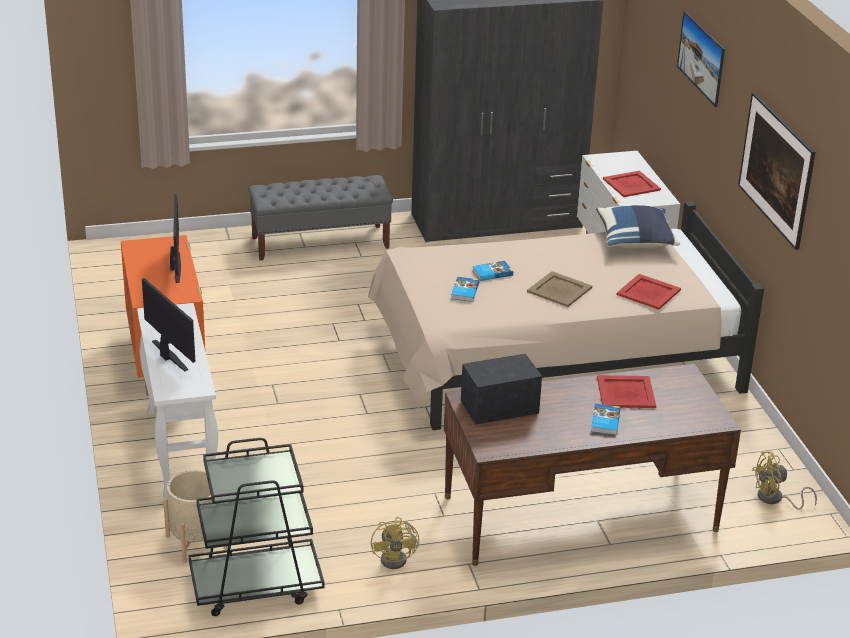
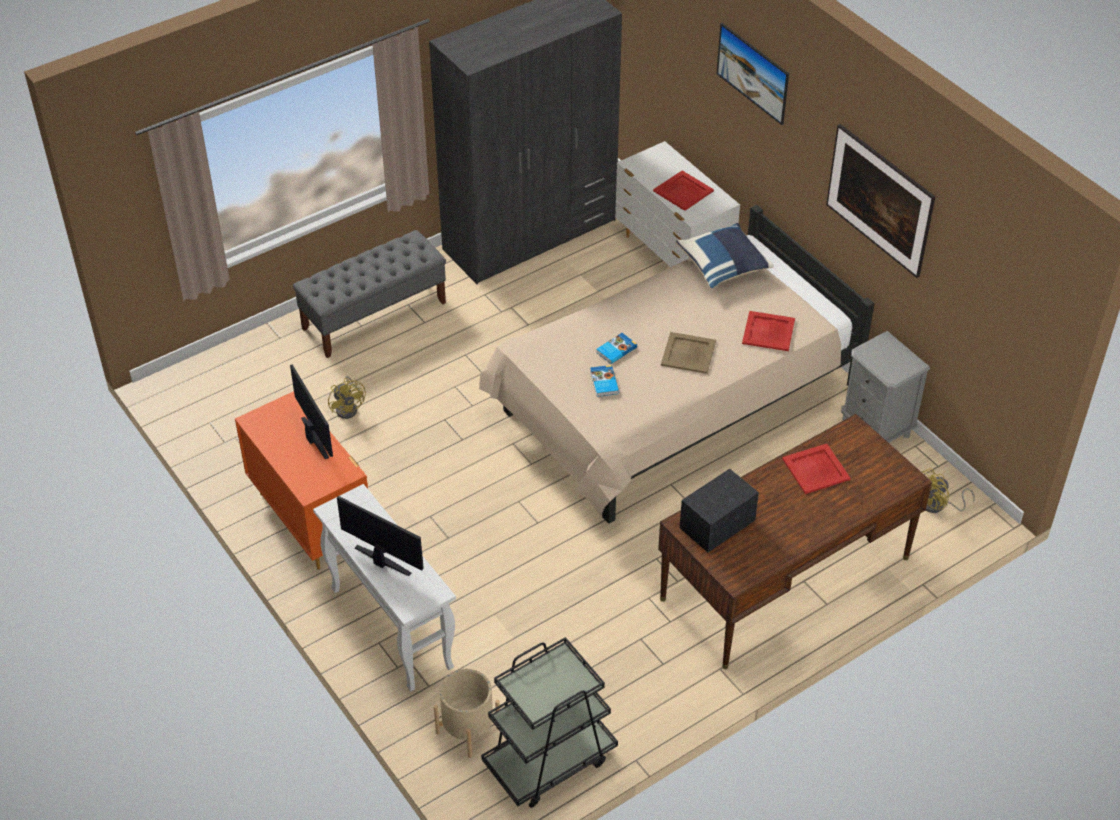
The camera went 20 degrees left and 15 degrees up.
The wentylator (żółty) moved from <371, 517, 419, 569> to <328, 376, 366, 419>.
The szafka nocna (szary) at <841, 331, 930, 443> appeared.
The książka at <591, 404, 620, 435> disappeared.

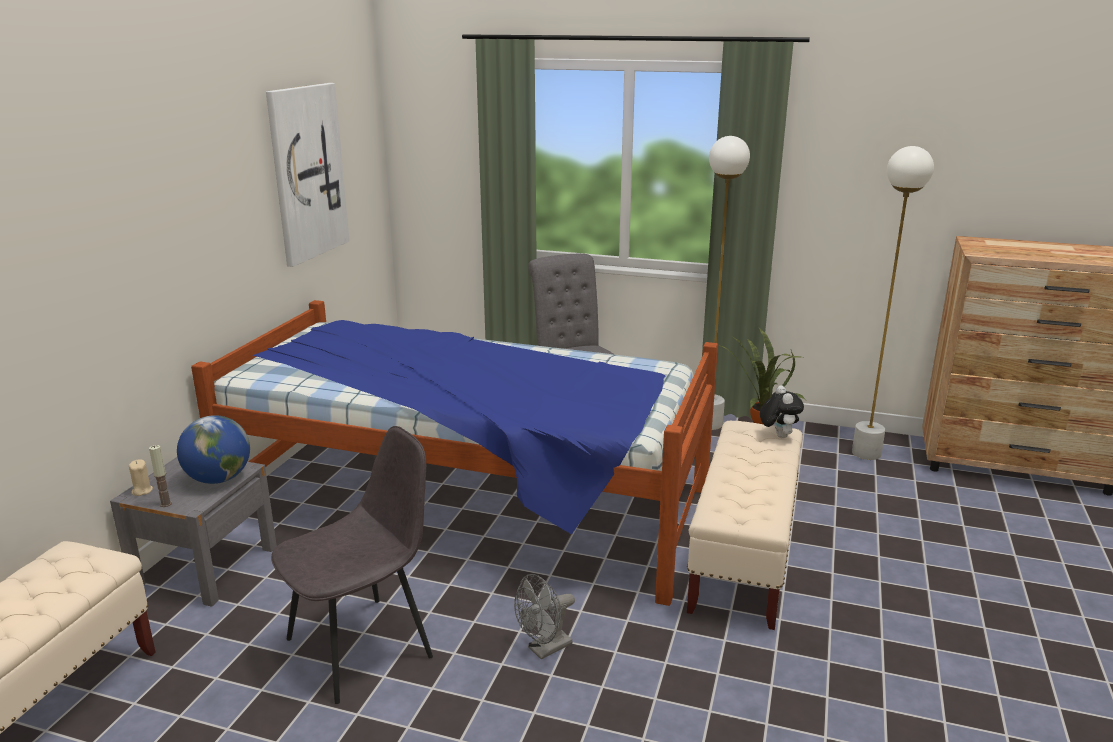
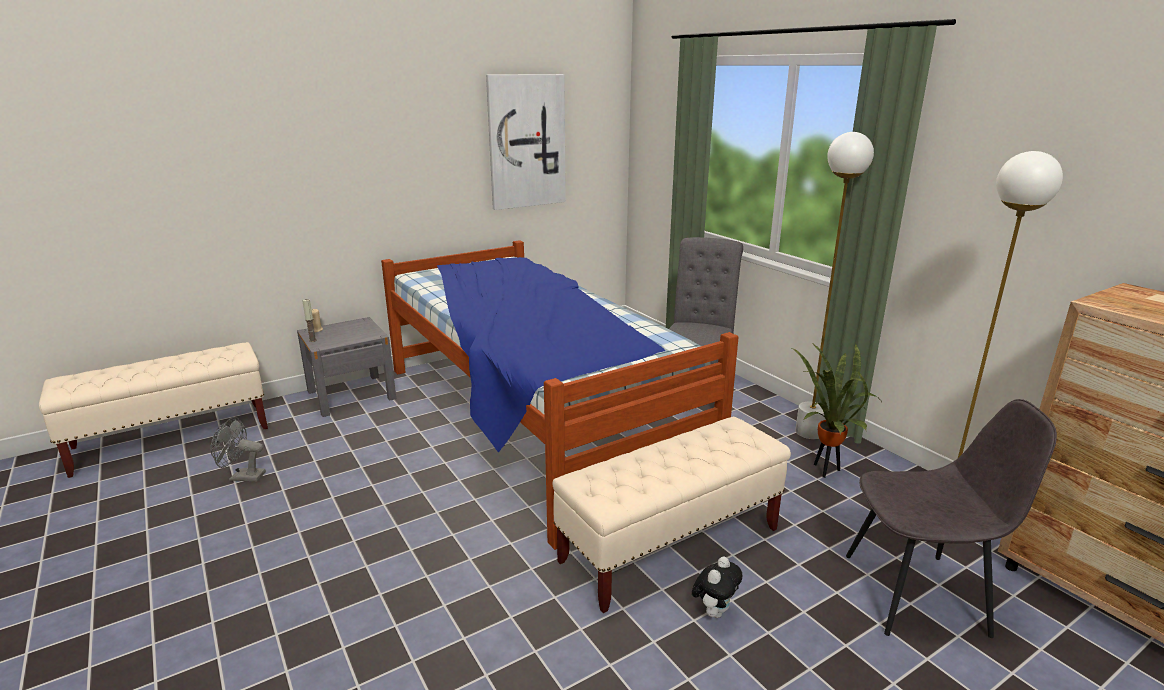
The camera went 40 degrees right and 0 degrees up.
The wentylator (szary) moved from <514, 574, 575, 660> to <210, 417, 266, 482>.
The pluszak moved from <760, 385, 804, 438> to <692, 556, 742, 618>.
The krzesło (szary) moved from <271, 426, 433, 704> to <846, 399, 1057, 638>.
The globus at <177, 415, 250, 484> disappeared.

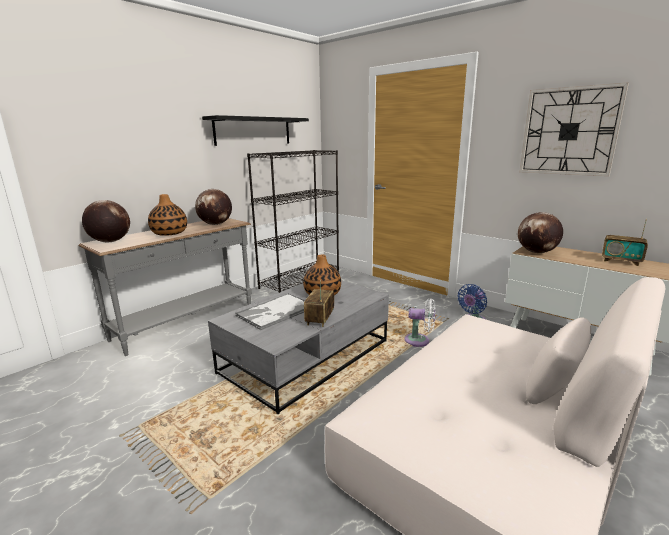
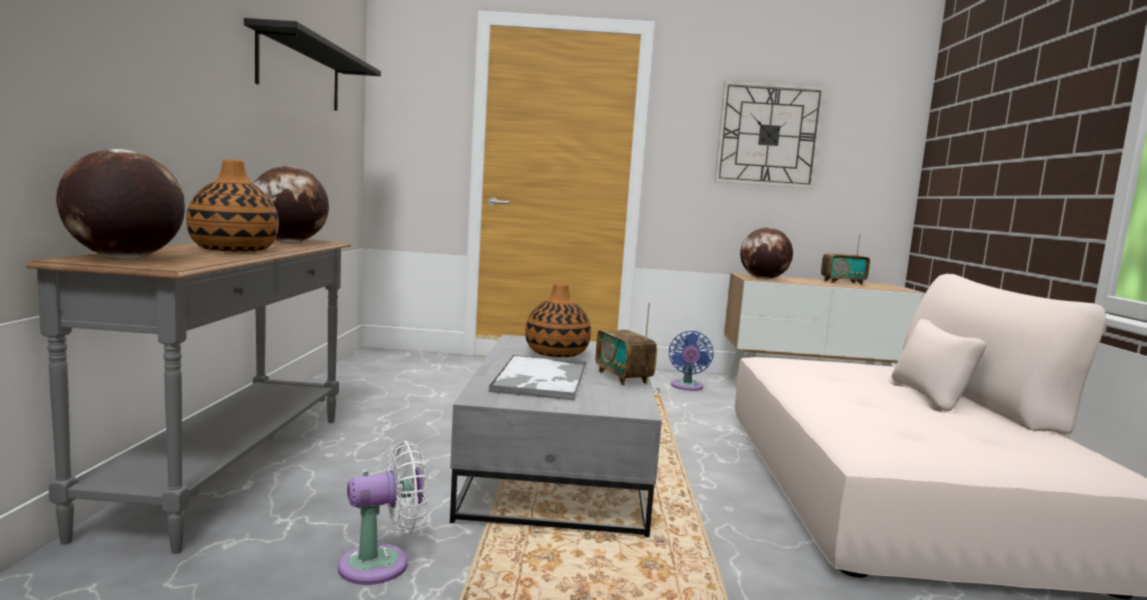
The camera went 40 degrees left and 10 degrees down.
The wentylator (biały) moved from <404, 299, 436, 347> to <338, 441, 427, 585>.
The regał (czarny) at <247, 150, 339, 293> disappeared.

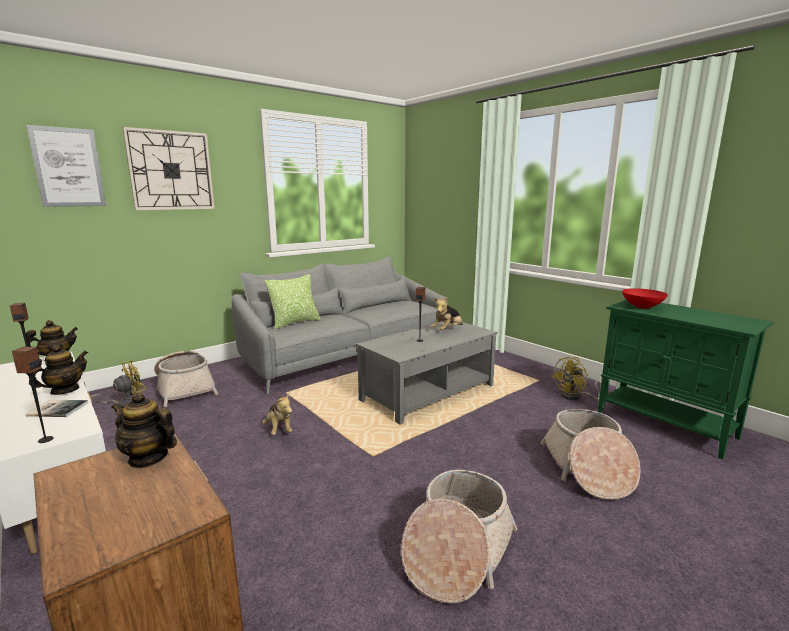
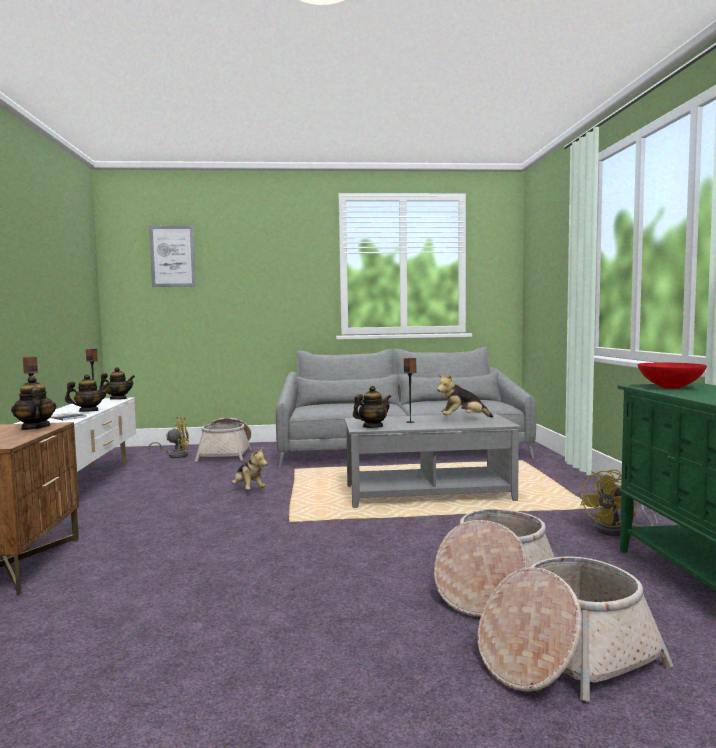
The camera went 35 degrees right and 10 degrees down.
The pluszak at <262, 393, 292, 435> turned 45 degrees counterclockwise.
The imbryk at <353, 386, 391, 428> appeared.
The koszyk moved from <401, 470, 517, 604> to <478, 557, 673, 701>.
The wentylator (żółty) at <551, 357, 601, 400> turned 45 degrees counterclockwise.
The zegar ścienny at <122, 127, 215, 210> disappeared.
The poduszka at <265, 274, 321, 329> disappeared.

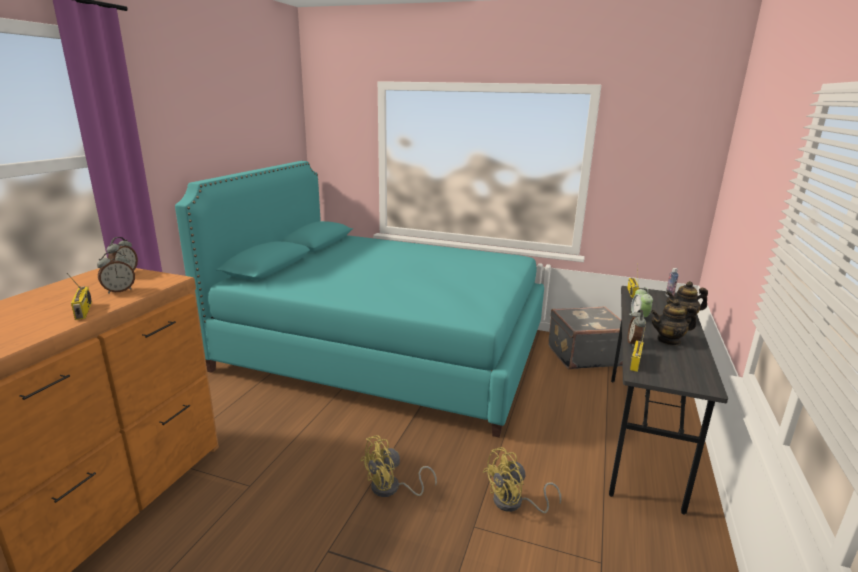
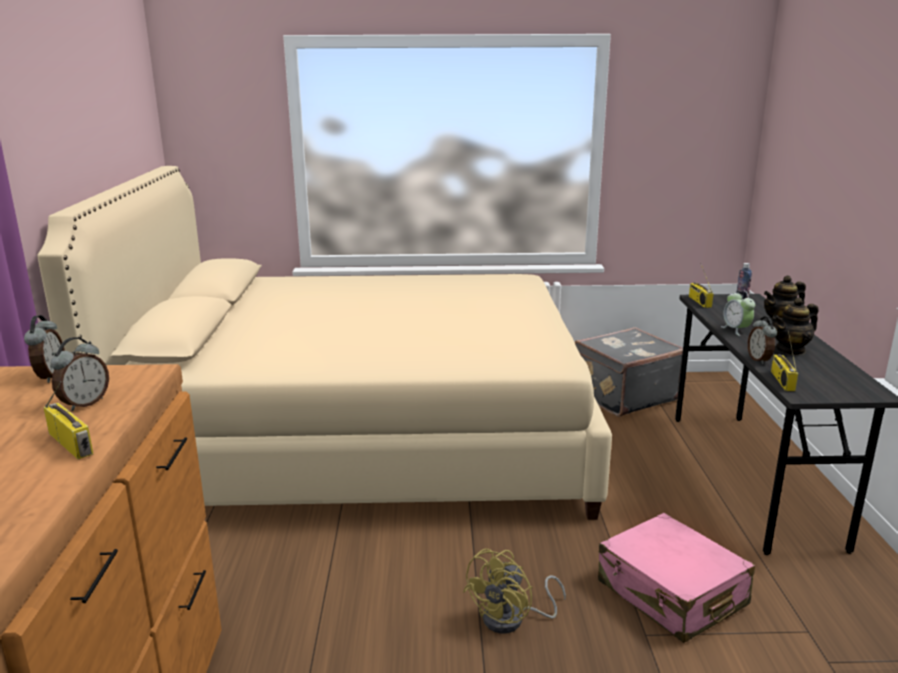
The camera went 20 degrees left and 0 degrees up.
The łóżko (turkusowy) at <175, 161, 544, 438> became the łóżko (beżowy) at <37, 166, 612, 520>.
The wentylator (żółty) at <483, 447, 561, 513> was replaced by the walizka (różowy) at <598, 513, 755, 643>.

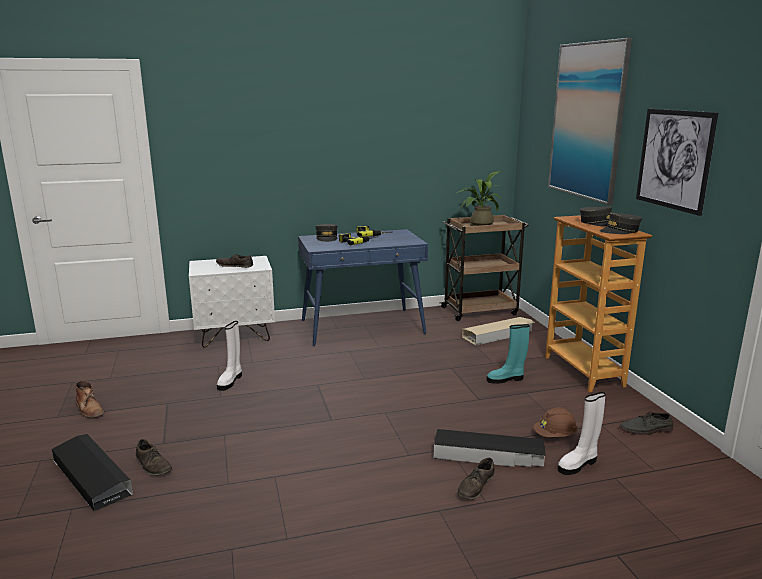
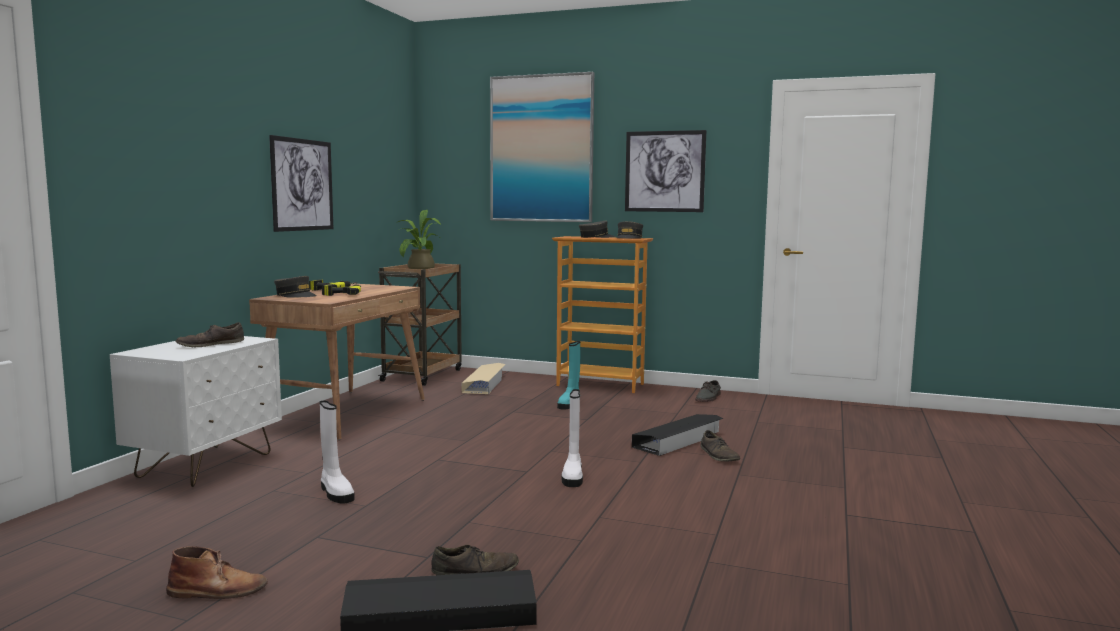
The camera went 55 degrees left and 10 degrees down.
The biurko (niebieski) at <298, 229, 428, 346> became the biurko (brązowy) at <249, 284, 425, 440>.
The obraz at <269, 135, 334, 232> appeared.
The but z cholewką (biały) moved from <558, 392, 606, 475> to <562, 389, 583, 487>.
The kask (brązowy) at <534, 407, 578, 437> disappeared.

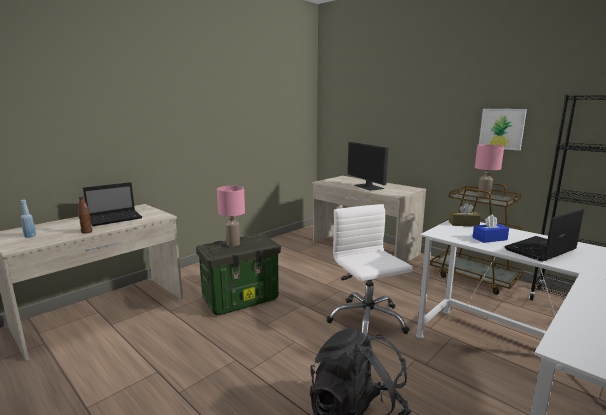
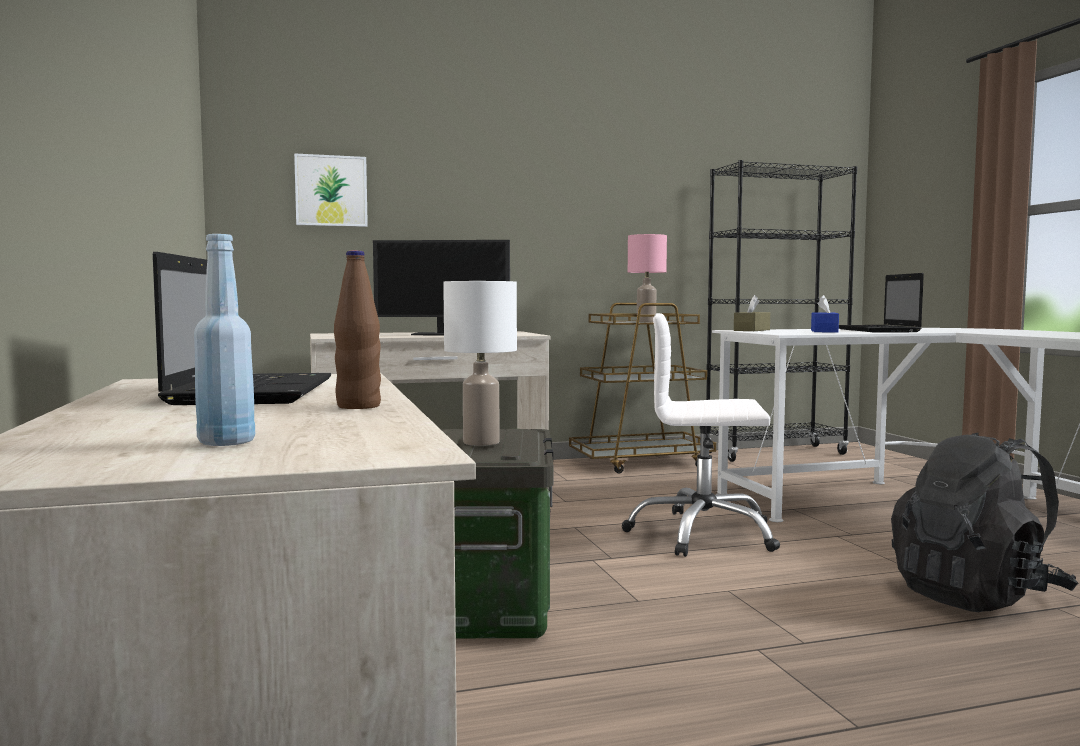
The camera went 60 degrees left and 10 degrees down.
The obraz moved from <479, 109, 527, 151> to <294, 153, 368, 227>.
The lampa stołowa (różowy) at <217, 186, 245, 247> became the lampa stołowa (biały) at <443, 281, 517, 446>.

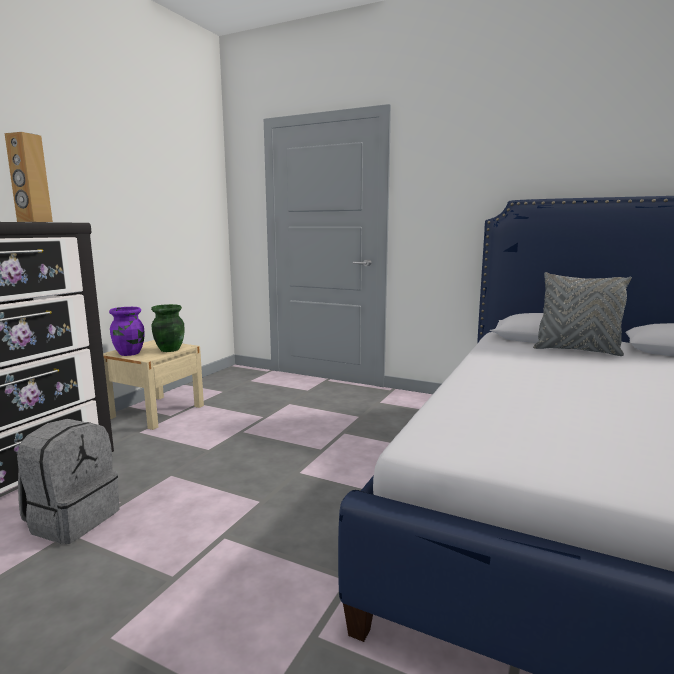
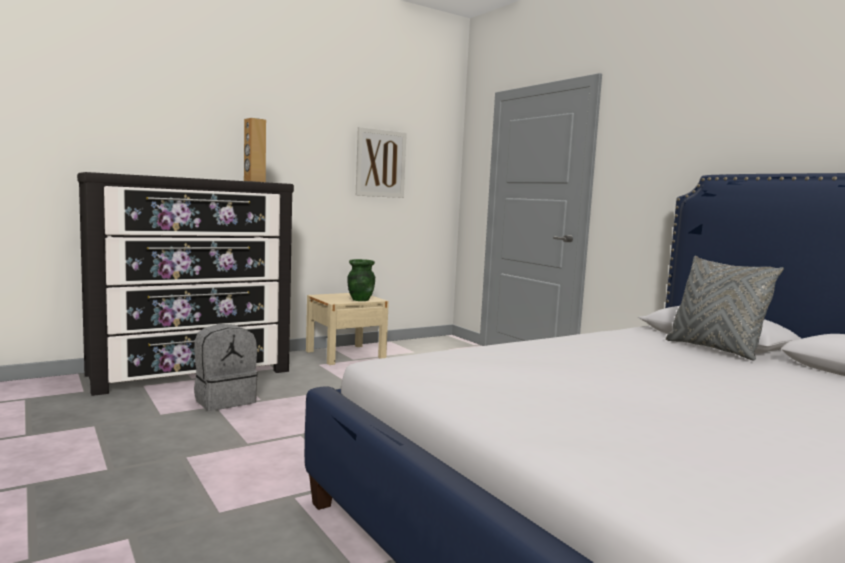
The camera went 30 degrees right and 5 degrees down.
The obraz at <356, 127, 407, 198> appeared.
The wazon (fioletowy) at <109, 307, 144, 356> disappeared.

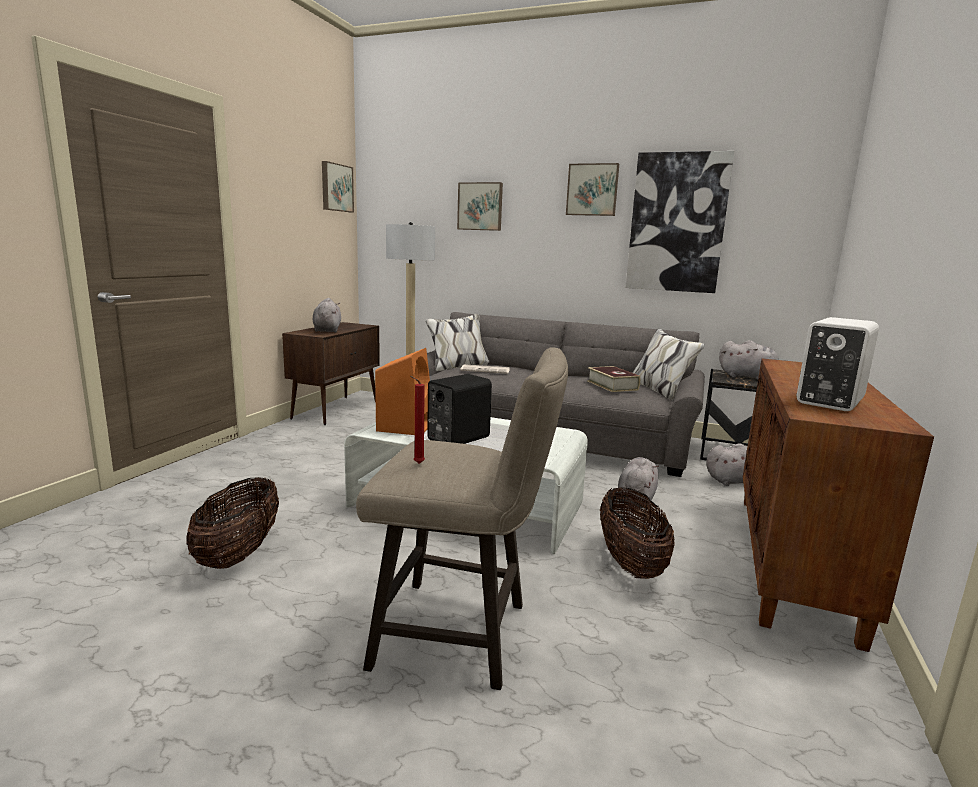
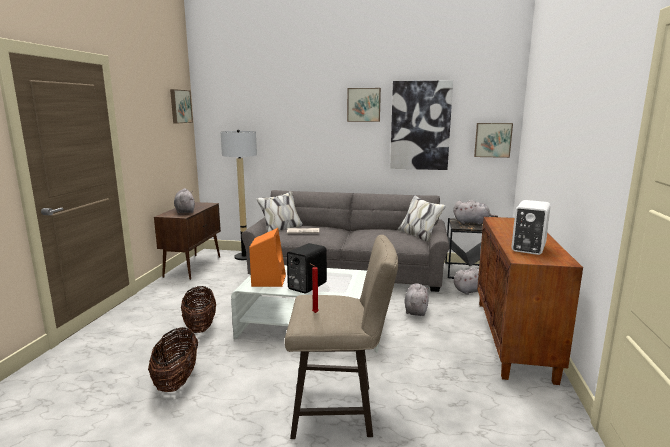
The camera went 10 degrees left and 0 degrees up.
The koszyk moved from <600, 487, 675, 579> to <181, 286, 216, 333>.
The obraz moved from <457, 182, 503, 231> to <474, 123, 513, 158>.
The książka at <587, 366, 640, 392> disappeared.

